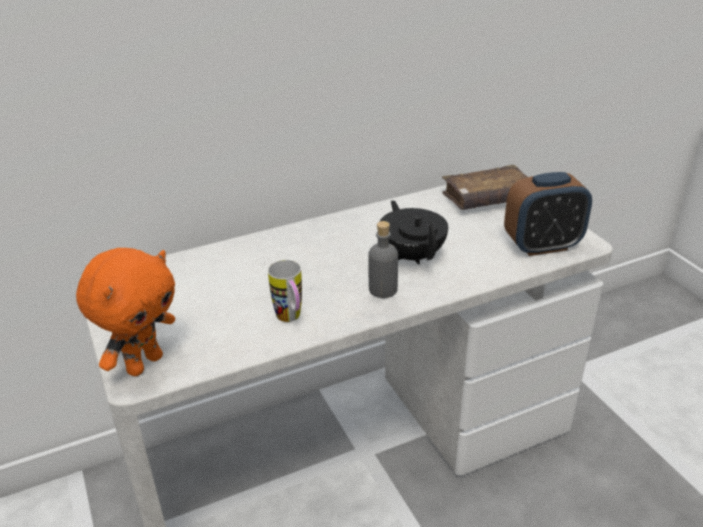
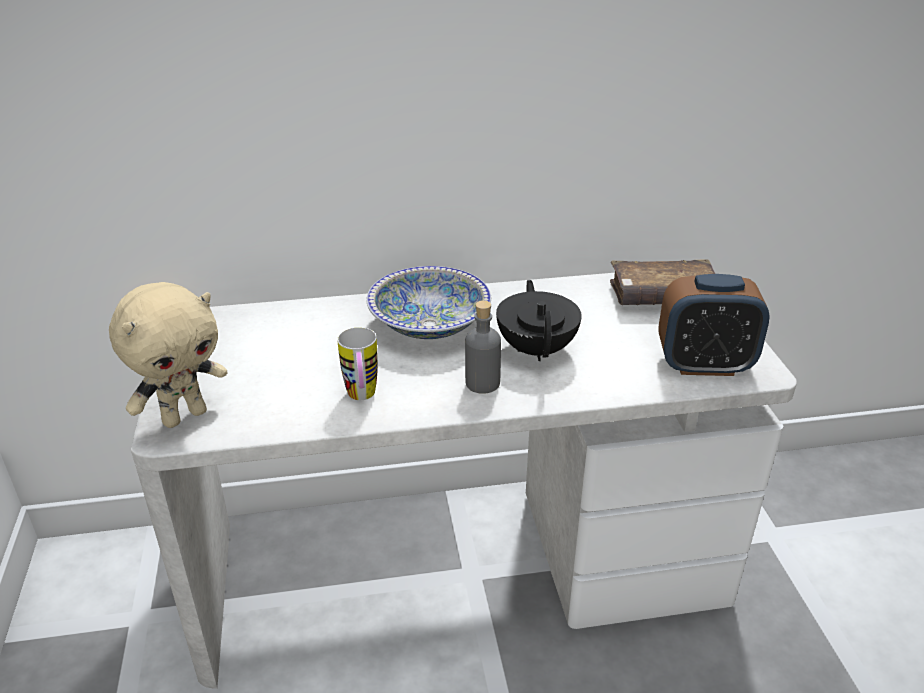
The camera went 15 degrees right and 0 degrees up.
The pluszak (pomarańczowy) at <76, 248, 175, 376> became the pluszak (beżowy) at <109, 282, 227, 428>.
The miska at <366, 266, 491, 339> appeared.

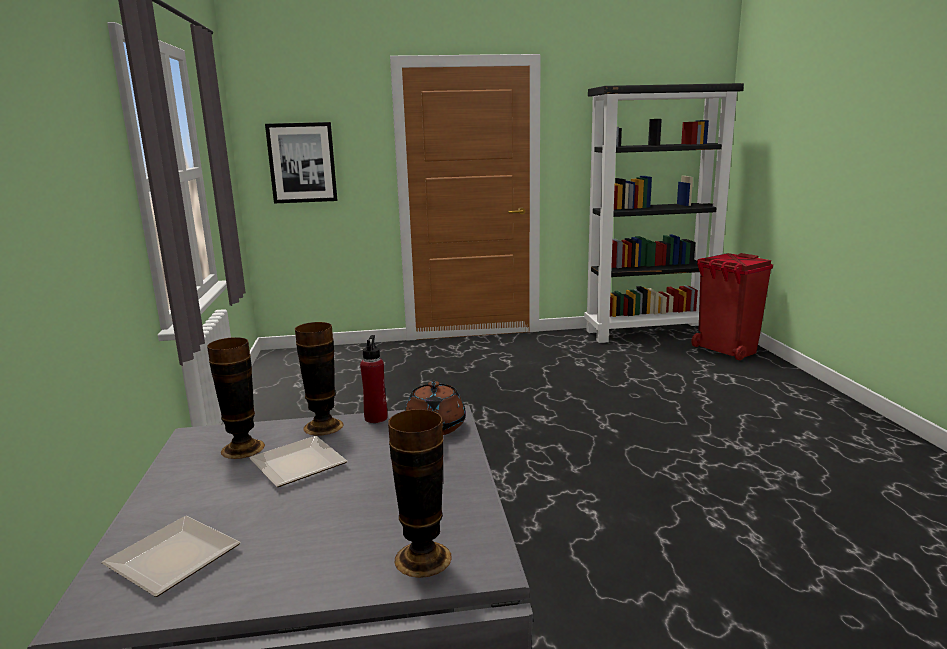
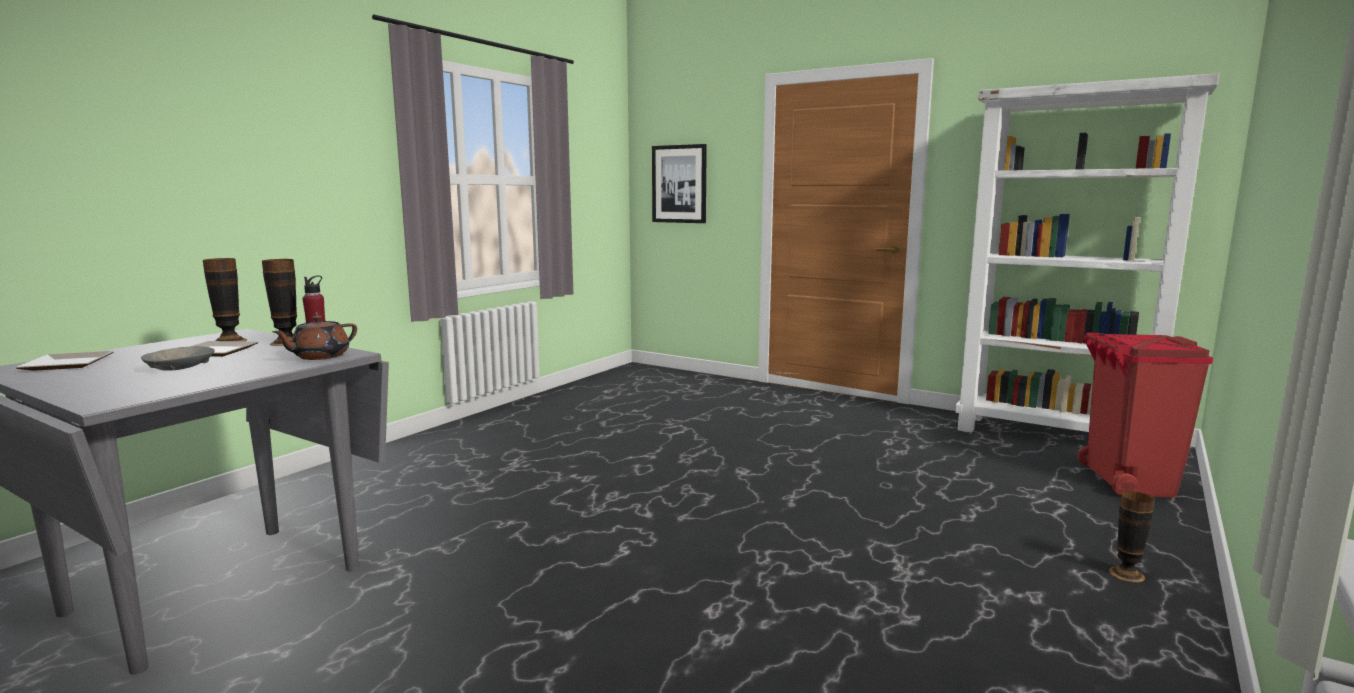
The camera went 40 degrees right and 5 degrees down.
The miska (szary) at <141, 346, 215, 371> appeared.
The regał (czarny) at <584, 83, 744, 343> became the regał (biały) at <955, 73, 1219, 433>.
The wazon moved from <388, 409, 452, 578> to <1109, 491, 1155, 582>.

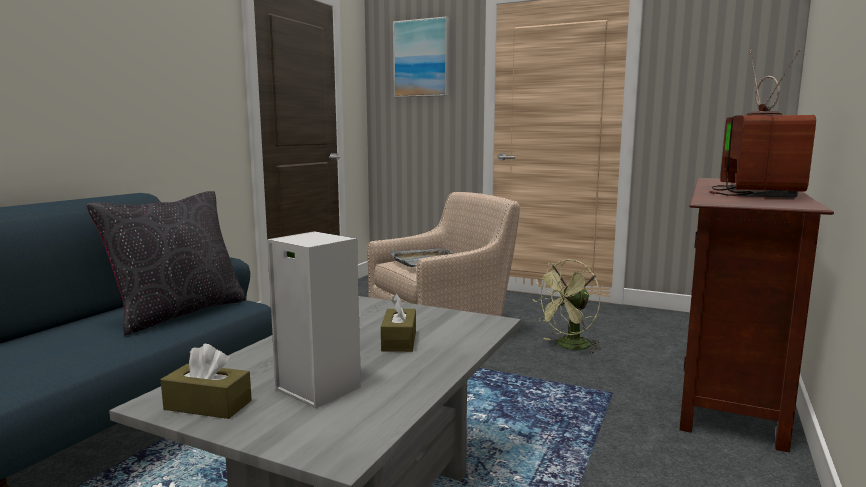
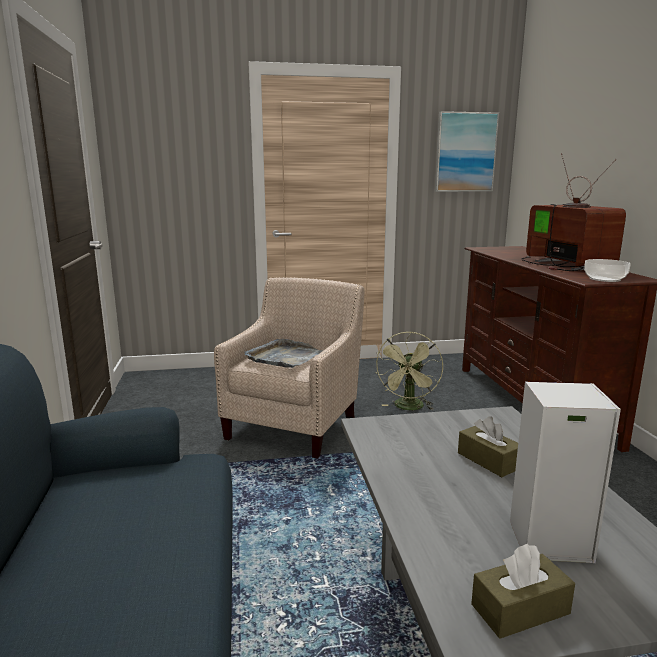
The camera went 35 degrees left and 5 degrees up.
The obraz moved from <393, 16, 449, 97> to <435, 111, 499, 192>.
The miska at <584, 259, 631, 282> appeared.
The poduszka (czarny) at <87, 191, 247, 336> disappeared.

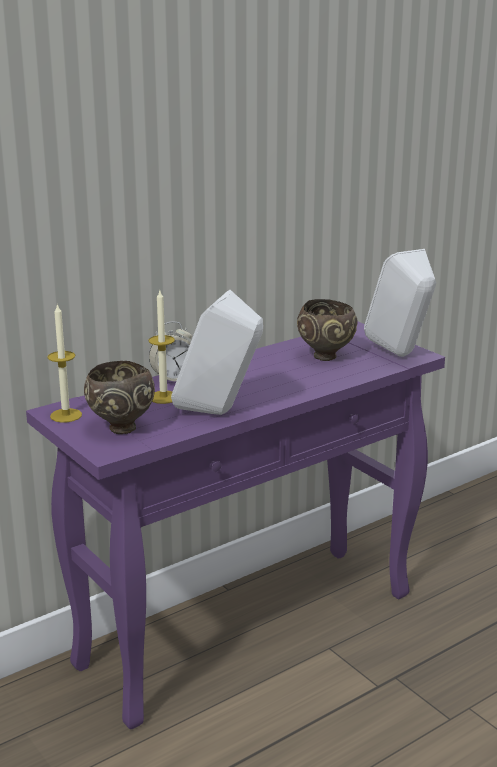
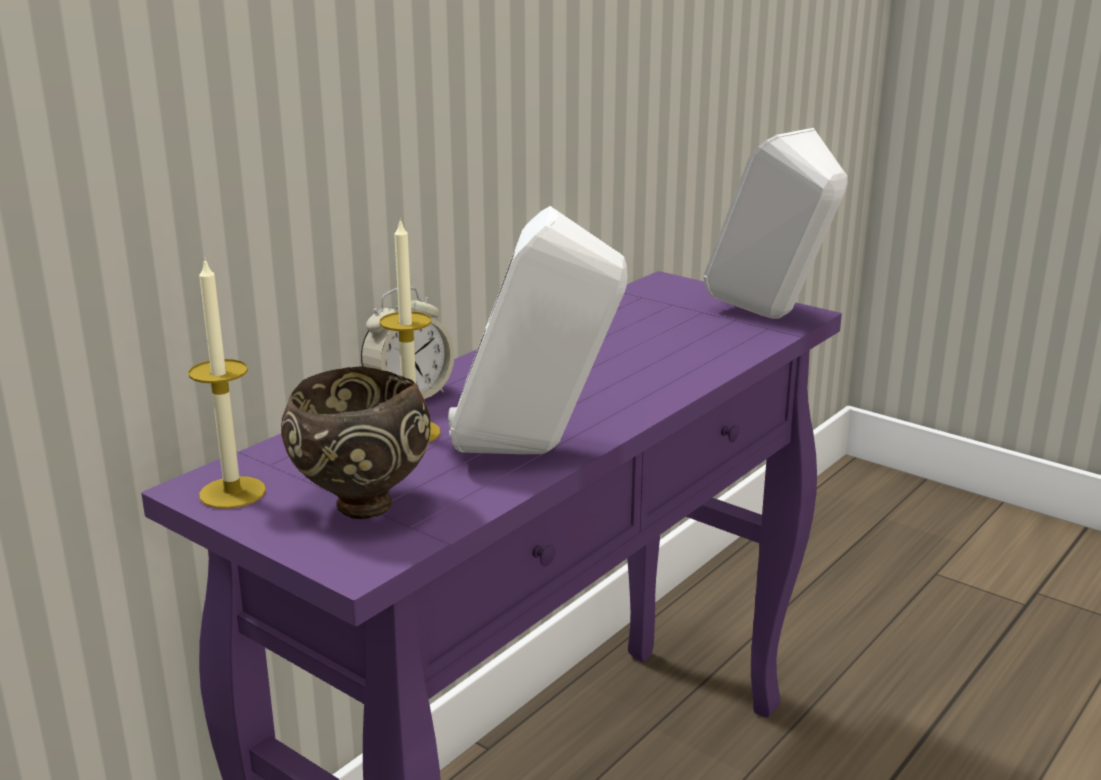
The camera went 15 degrees left and 0 degrees up.
The miska (brązowy) at <297, 299, 358, 361> disappeared.

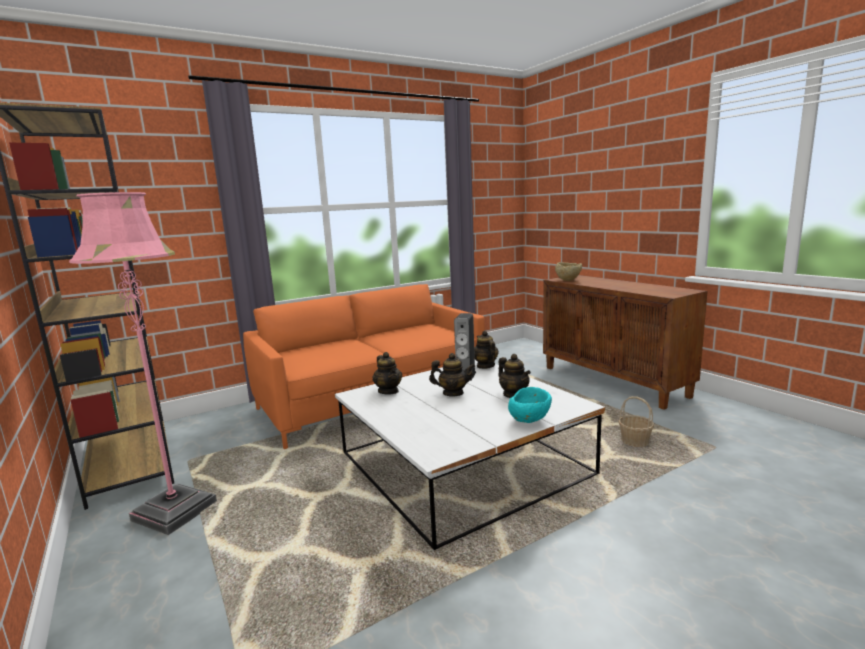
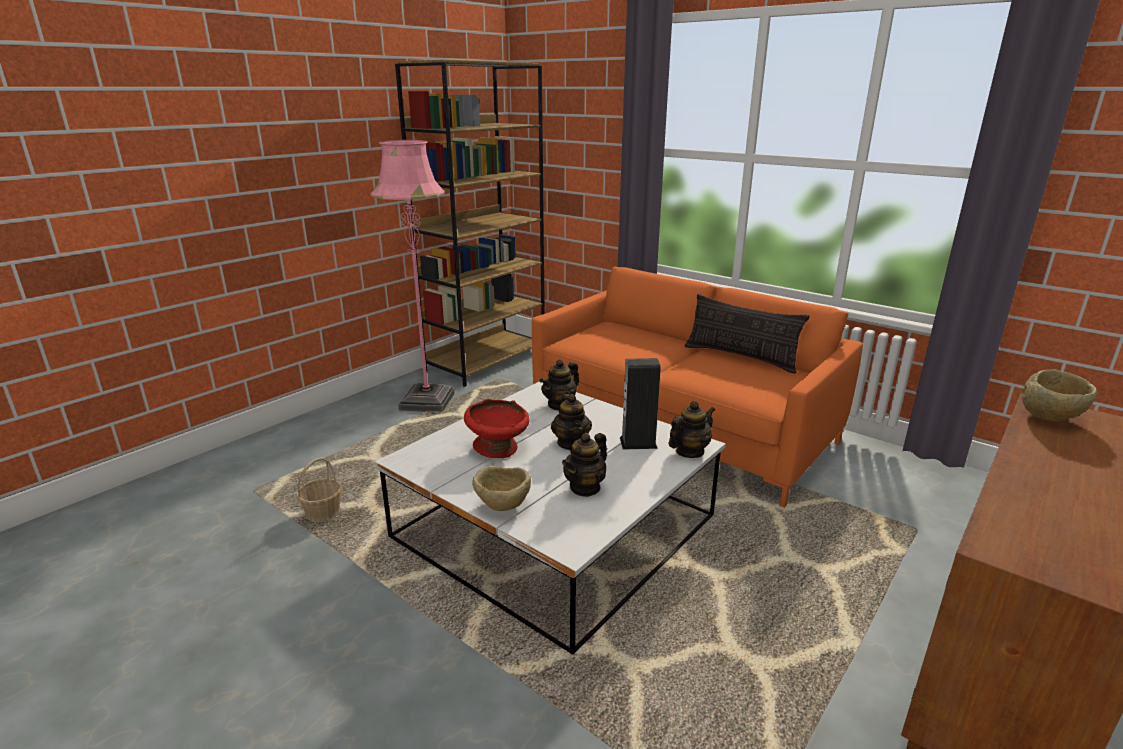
The camera went 70 degrees right and 10 degrees up.
The koszyk moved from <618, 396, 654, 447> to <297, 457, 342, 522>.
The miska (czerwony) at <464, 399, 530, 458> appeared.
The miska (turkusowy) at <508, 387, 552, 423> became the miska (beżowy) at <472, 466, 531, 511>.
The poduszka at <685, 294, 809, 373> appeared.

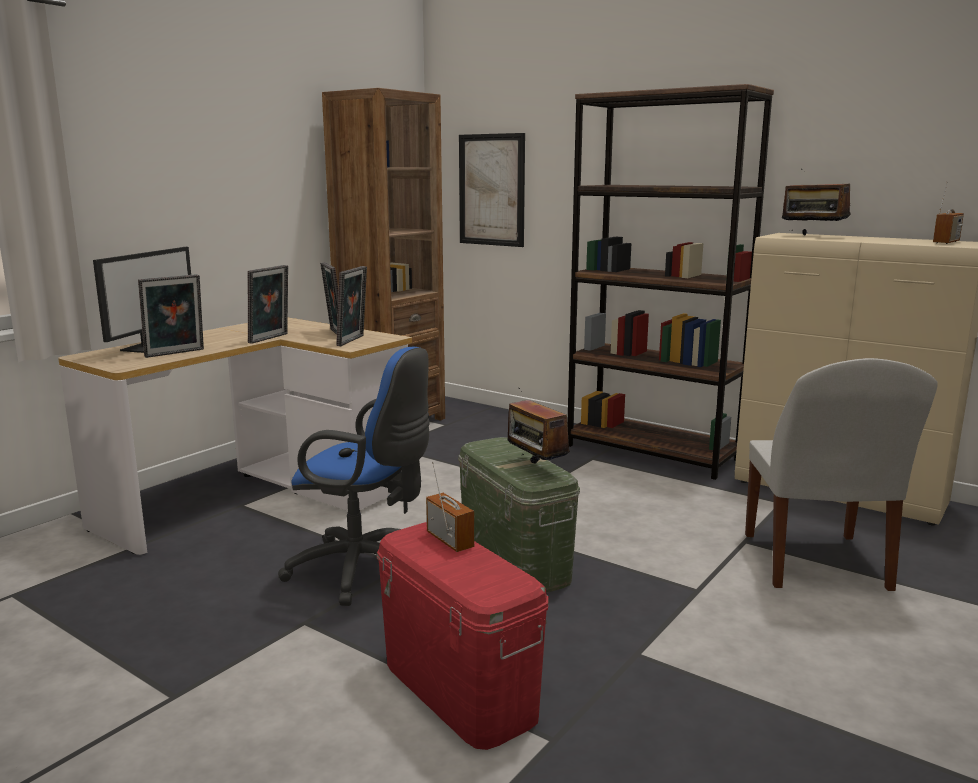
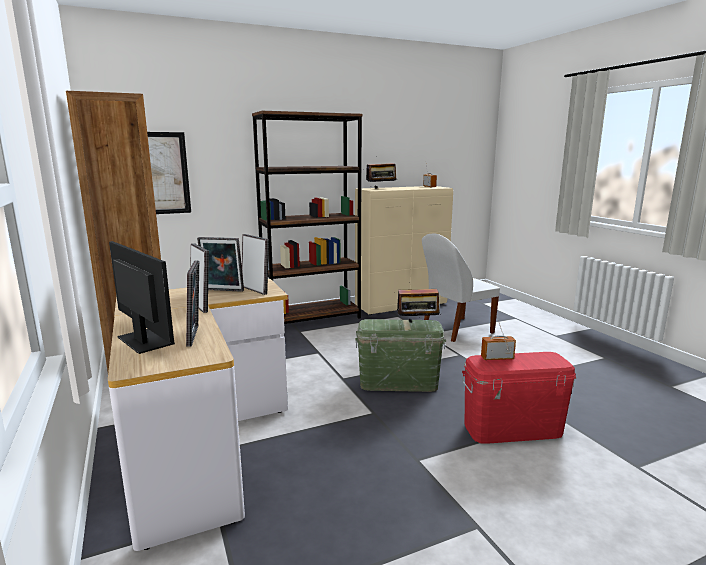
The camera went 60 degrees left and 0 degrees up.
The krzesło (biały) at <745, 358, 938, 591> turned 120 degrees clockwise.
The krzesło biurowe (niebieski) at <278, 347, 430, 606> disappeared.

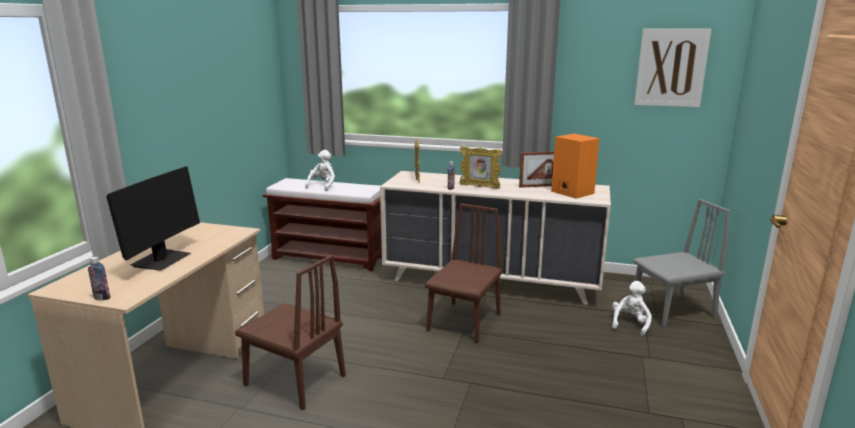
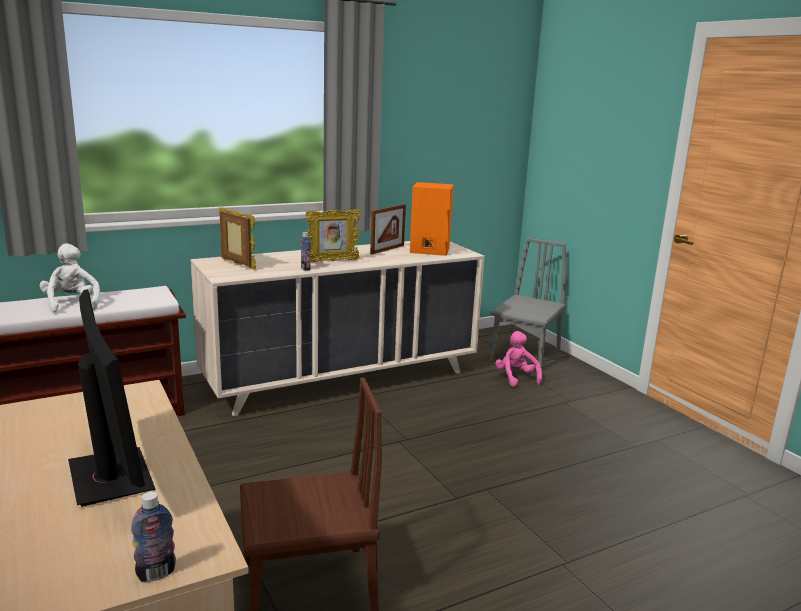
The camera went 45 degrees left and 0 degrees up.
The pluszak (biały) at <612, 281, 652, 336> became the pluszak (różowy) at <495, 331, 542, 387>.
The krzesło (brązowy) at <425, 204, 503, 344> disappeared.
The obraz at <634, 29, 711, 107> disappeared.

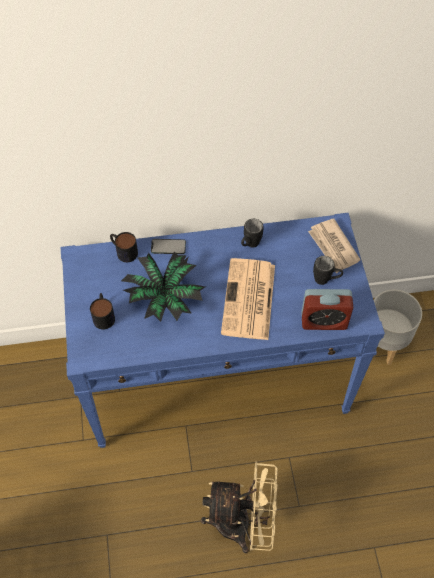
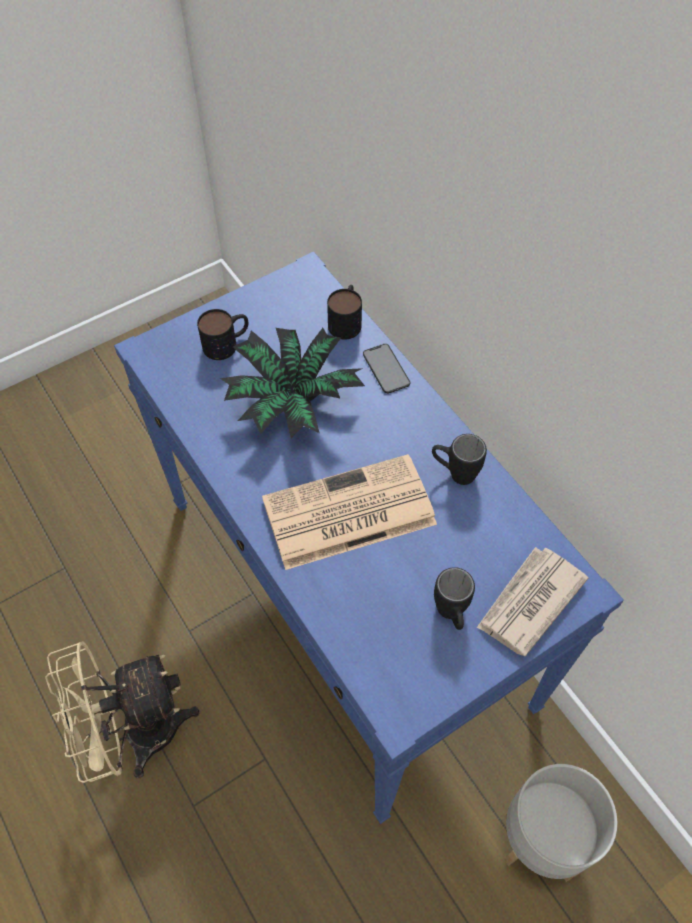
The camera went 65 degrees right and 0 degrees up.
The wentylator (beżowy) at <201, 461, 278, 553> turned 90 degrees clockwise.
The budzik at <301, 289, 353, 330> disappeared.

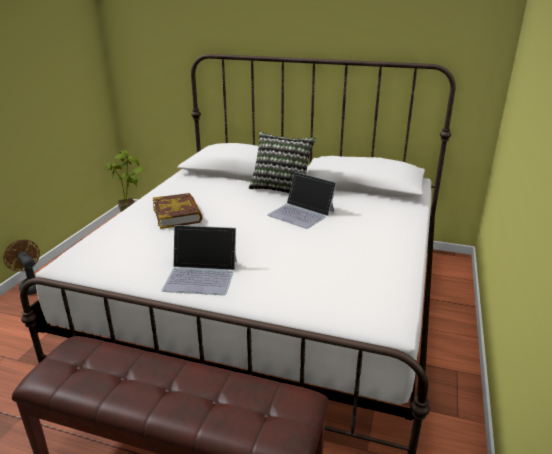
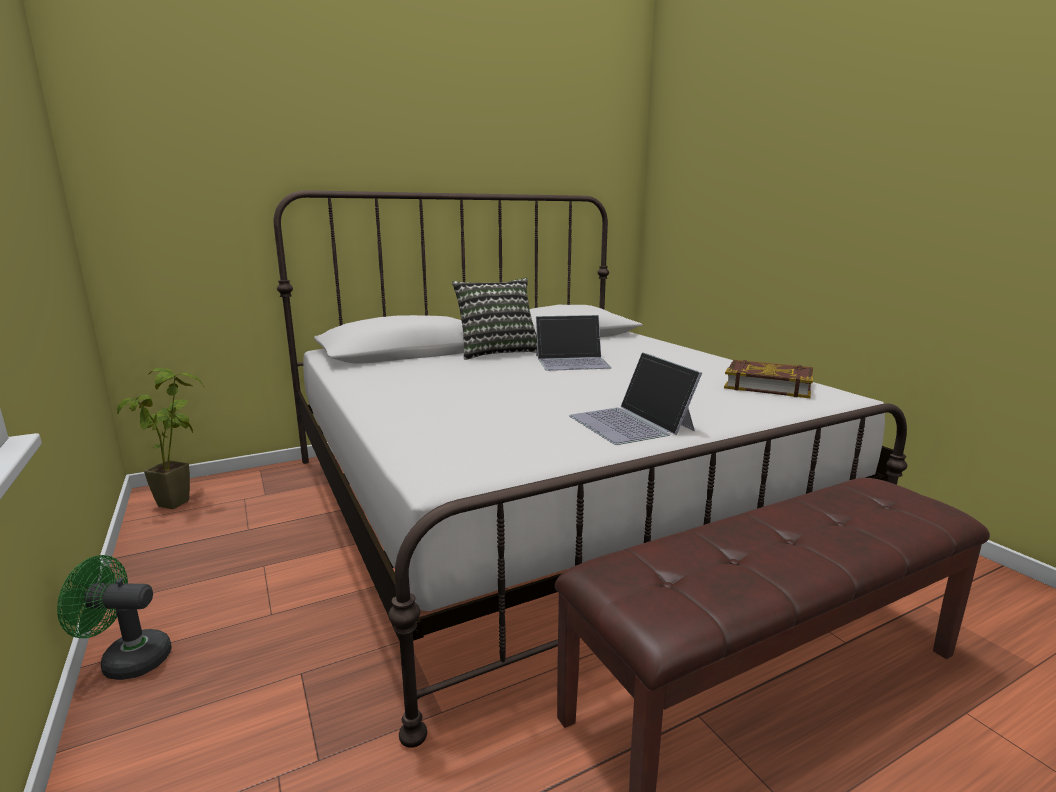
The camera went 45 degrees left and 10 degrees down.
The wentylator (brązowy) at <3, 240, 40, 295> became the wentylator (zielony) at <57, 555, 172, 680>.
The laptop at <161, 225, 237, 295> turned 105 degrees clockwise.
The książka moved from <153, 193, 203, 229> to <724, 360, 813, 398>.

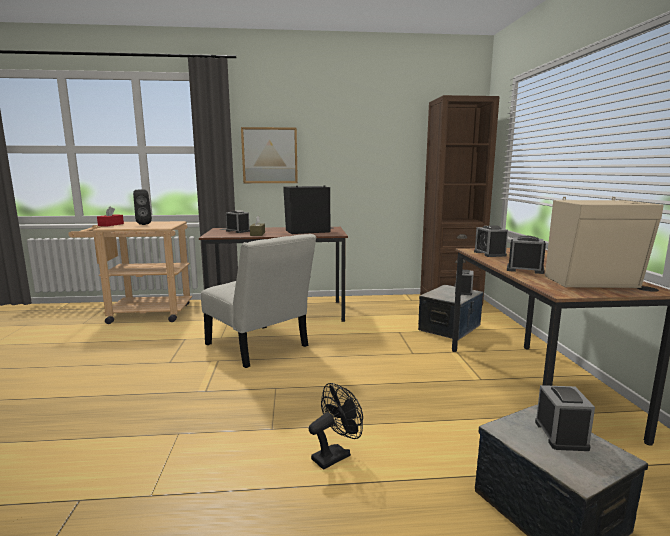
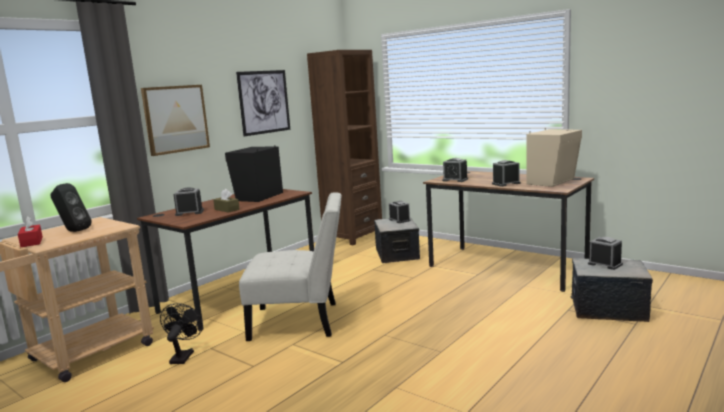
The camera went 45 degrees left and 0 degrees up.
The wentylator (czarny) moved from <308, 383, 363, 470> to <160, 303, 203, 364>.
The obraz at <236, 70, 290, 136> appeared.

